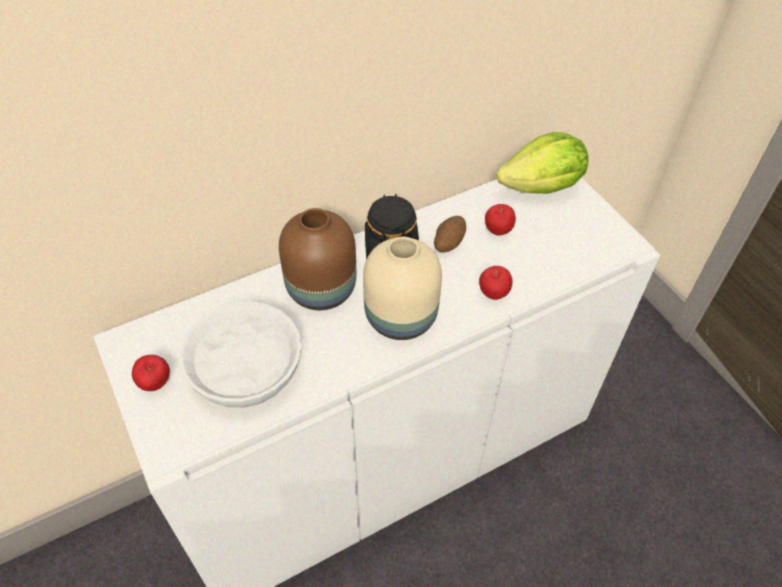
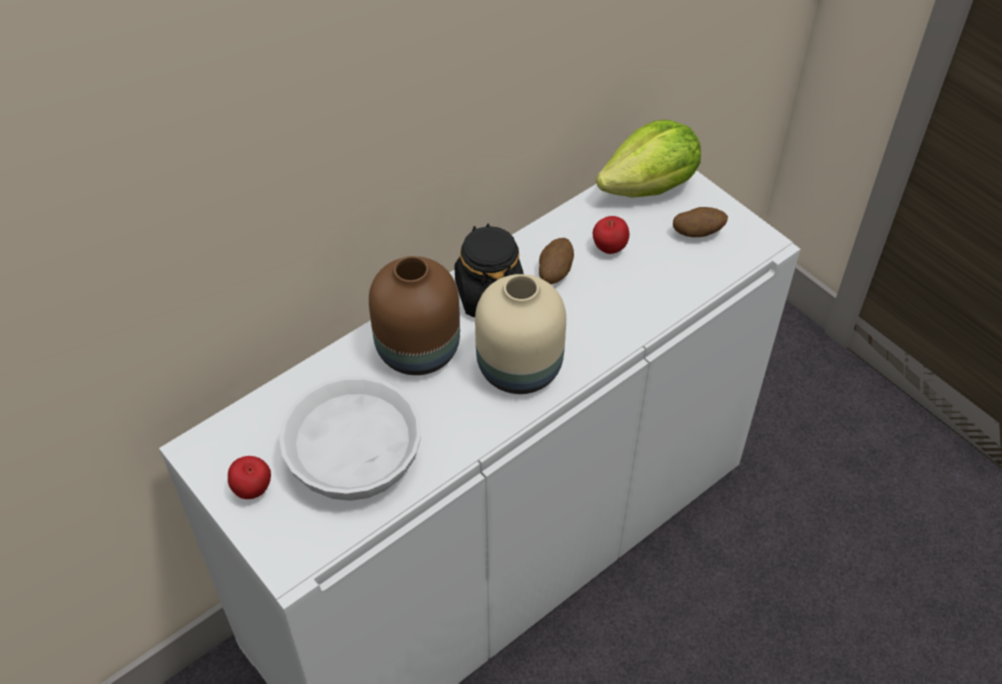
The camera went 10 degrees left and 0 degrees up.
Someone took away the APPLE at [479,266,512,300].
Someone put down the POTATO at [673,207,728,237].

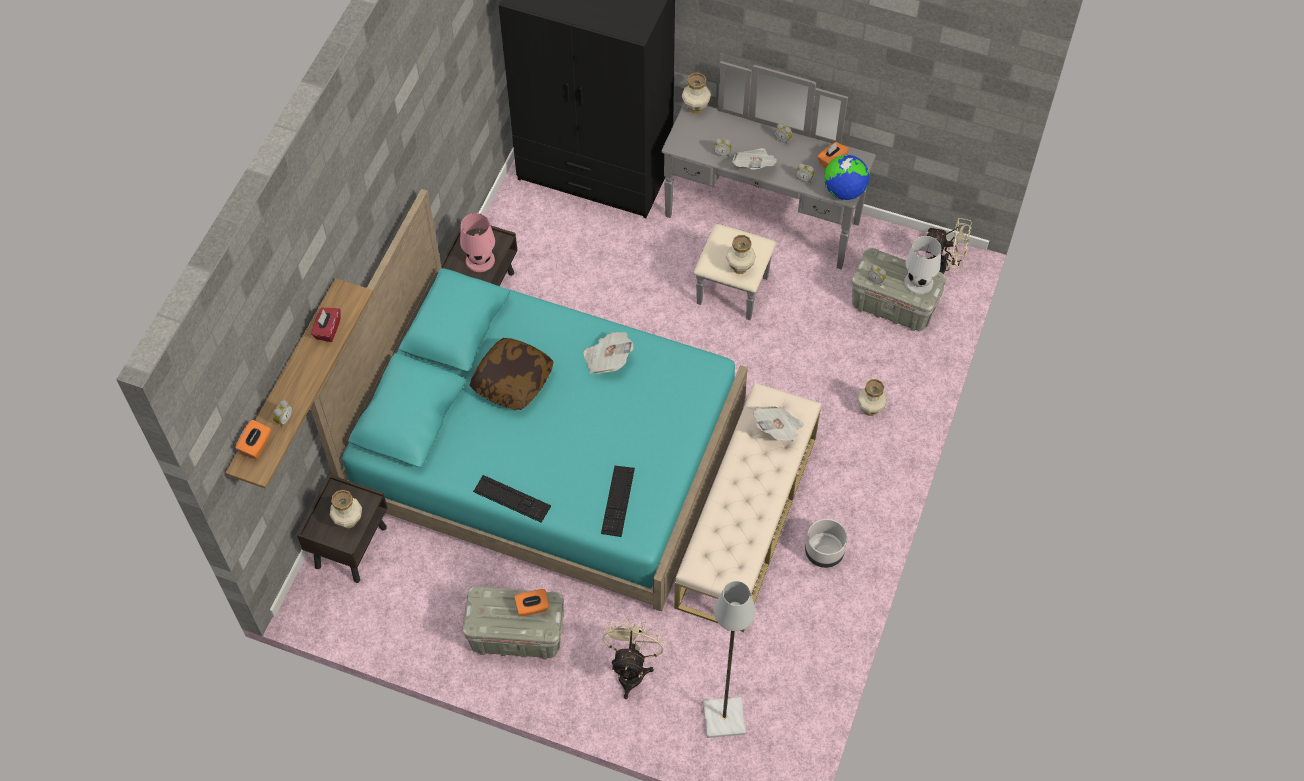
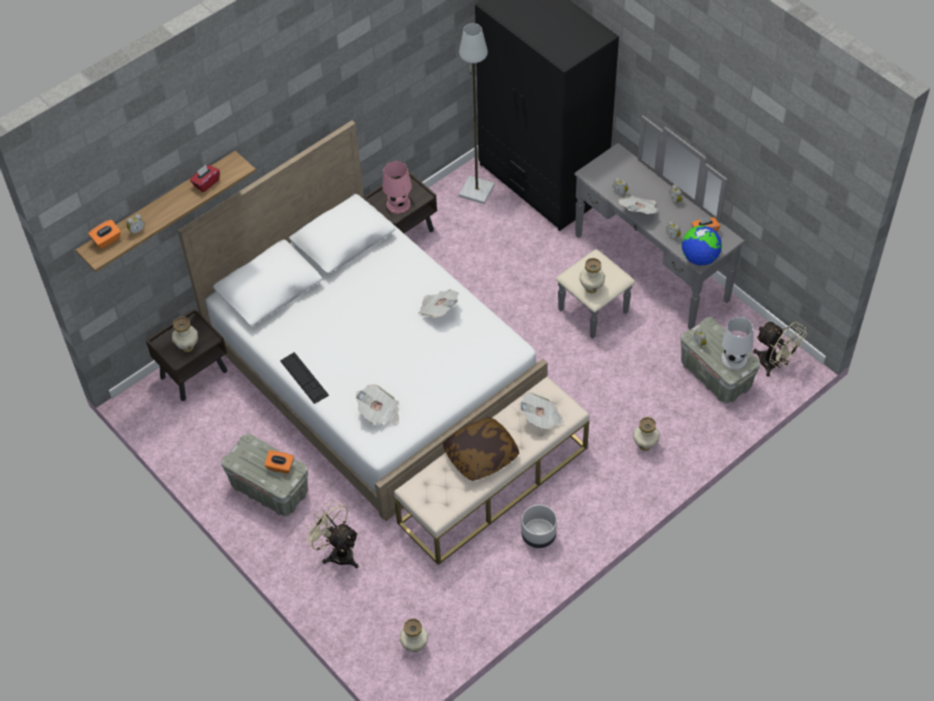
The camera went 30 degrees right and 5 degrees down.
Someone carried the VASE from [682,73,711,114] to [400,618,428,652].
Someone repainted the TURQUOISE BED at [310,189,748,611], which became the WHITE BED at [178,120,548,521].
Someone carried the PILLOW from [470,338,554,410] to [443,417,519,481].
Someone swapped the KEYBOARD at [601,466,635,537] for the NEWSPAPER at [356,384,399,426].
Someone carried the GREY FLOOR LAMP from [703,581,756,738] to [459,23,495,204].
Someone rotated the BEIGE FAN at [603,618,665,699] by 90 degrees counterclockwise.

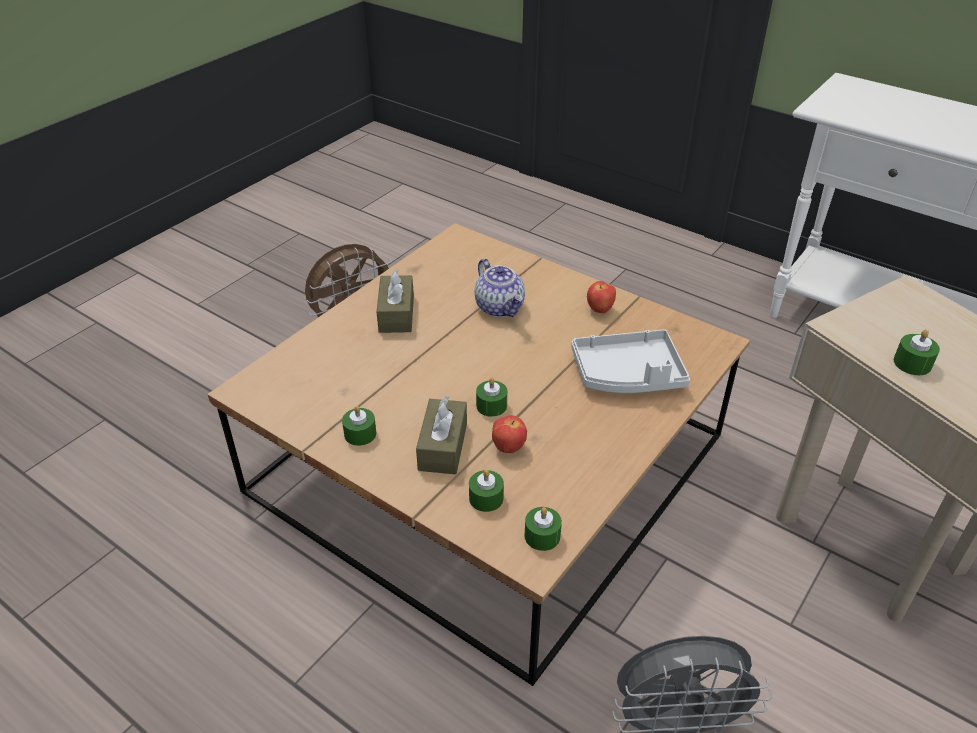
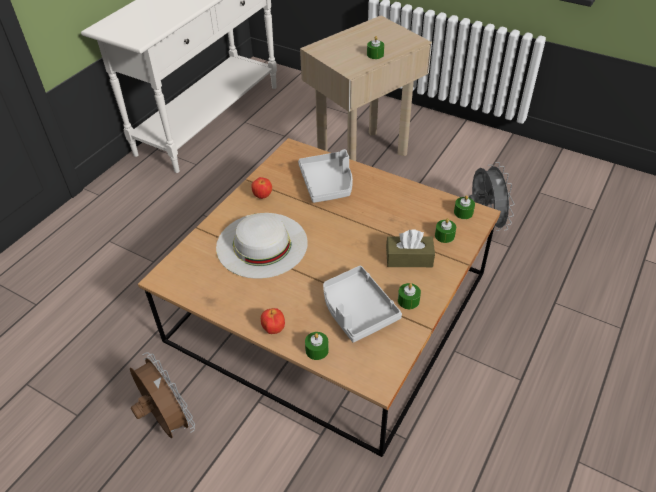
The camera went 95 degrees left and 5 degrees up.
Someone swapped the TEAPOT at [475,259,525,317] for the WHITE HAT at [216,213,308,279].
Someone took away the BROWN TISSUE BOX at [376,268,414,333].
Someone carried the GREEN CANDLE from [476,378,507,417] to [305,332,329,360].
Someone carried the APPLE from [492,416,527,453] to [261,308,285,334].
Someone put down the GREY TRAY at [323,265,402,343].

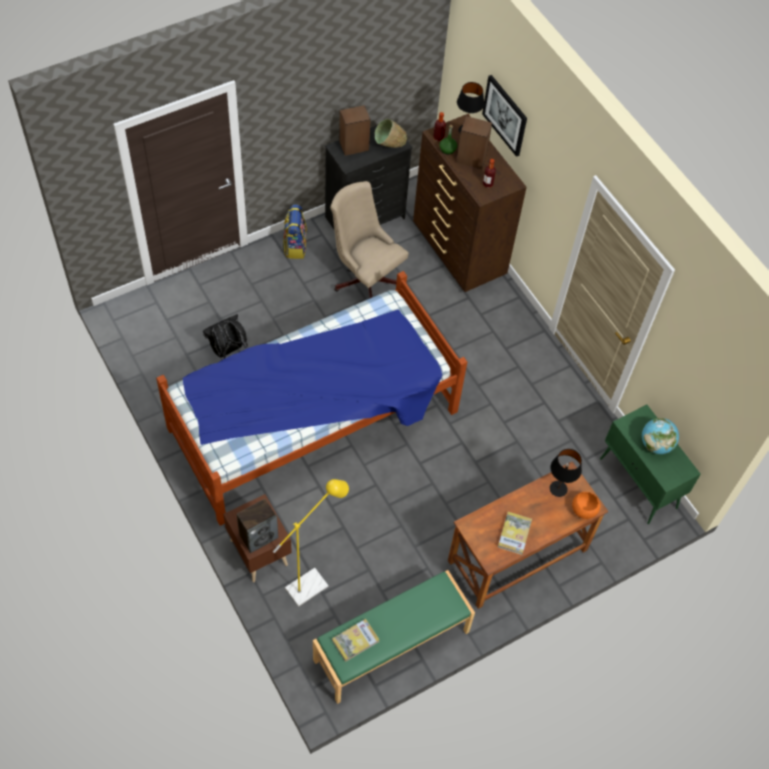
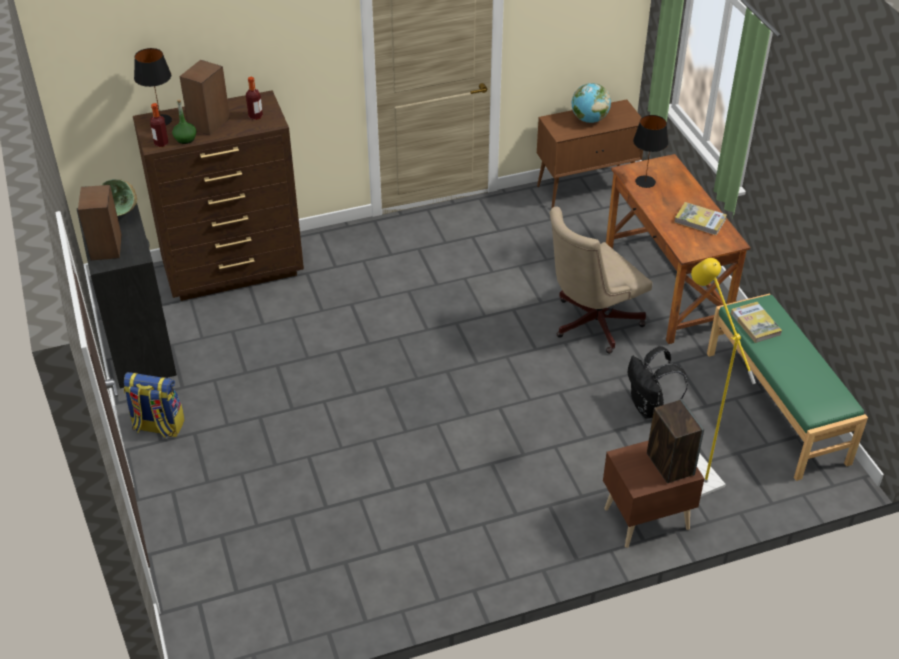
The camera went 75 degrees left and 15 degrees down.
Someone took away the PICTURE at [482,75,527,157].
Someone carried the BEIGE OFFICE CHAIR from [330,181,409,298] to [550,207,652,354].
Someone took away the BED at [156,271,467,526].
Someone carried the BLACK BACKPACK from [203,314,248,359] to [628,346,688,418].
Someone repainted the GREEN CABINET at [600,405,701,524], which became the BROWN CABINET at [537,99,643,208].
Someone took away the ORANGE BOWL at [572,492,600,519].
Someone carried the BOOK from [332,619,379,662] to [731,302,782,343].

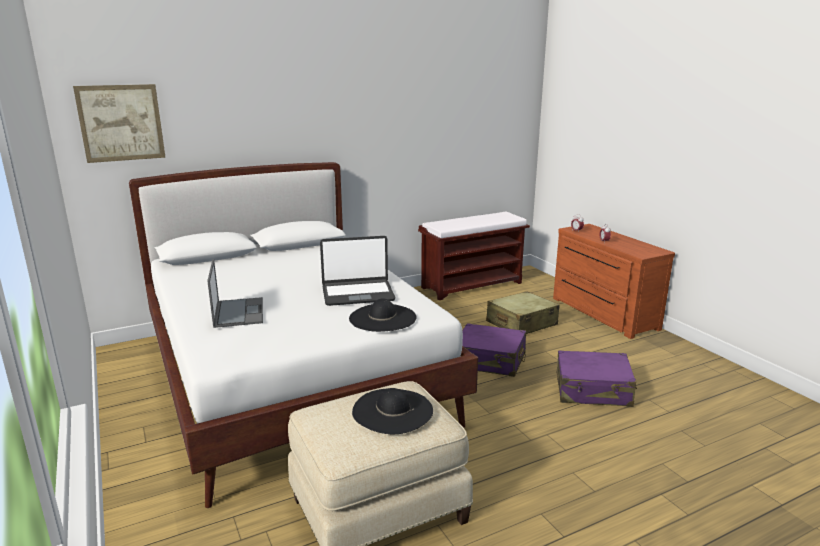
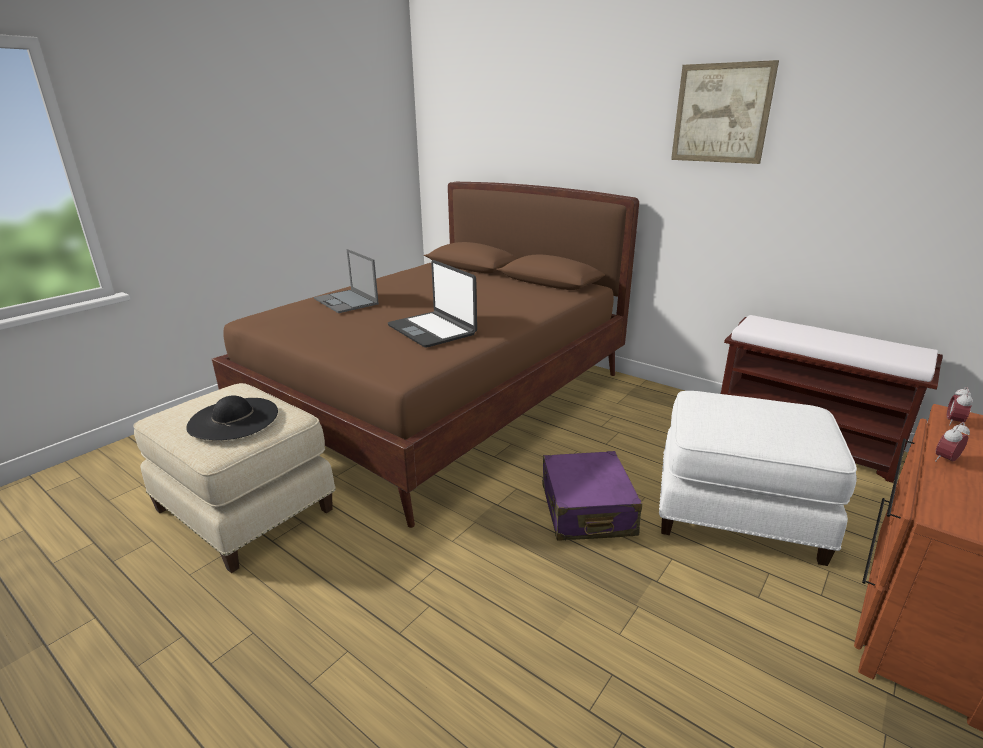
The camera went 65 degrees right and 5 degrees up.
Someone carried the PICTURE from [73,84,166,163] to [671,60,779,164].
Someone repainted the WHITE BED at [129,162,478,508], which became the BROWN BED at [212,182,639,528].
Someone rotated the LAPTOP at [207,259,263,328] by 90 degrees clockwise.
Someone swapped the BEIGE SUITCASE at [486,291,560,334] for the WHITE OTTOMAN at [659,391,857,566].
Someone took away the BLACK HAT at [349,298,417,332].
Someone took away the PURPLE SUITCASE at [557,350,637,407].

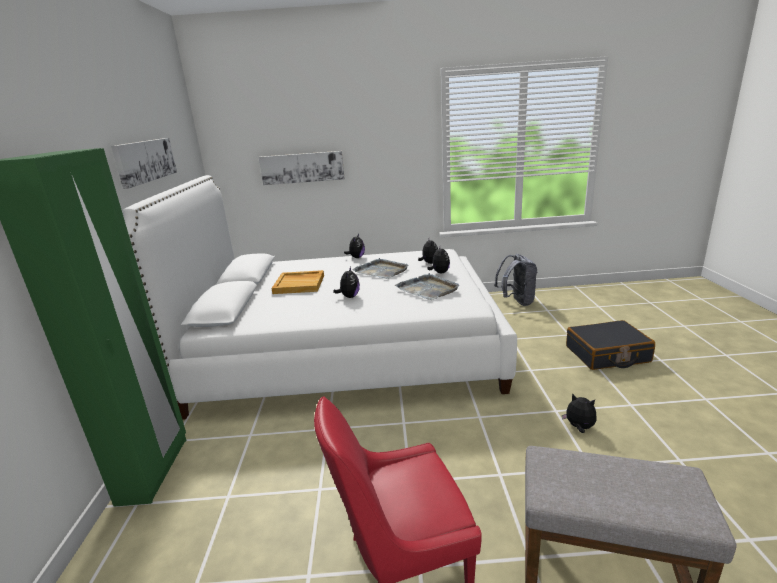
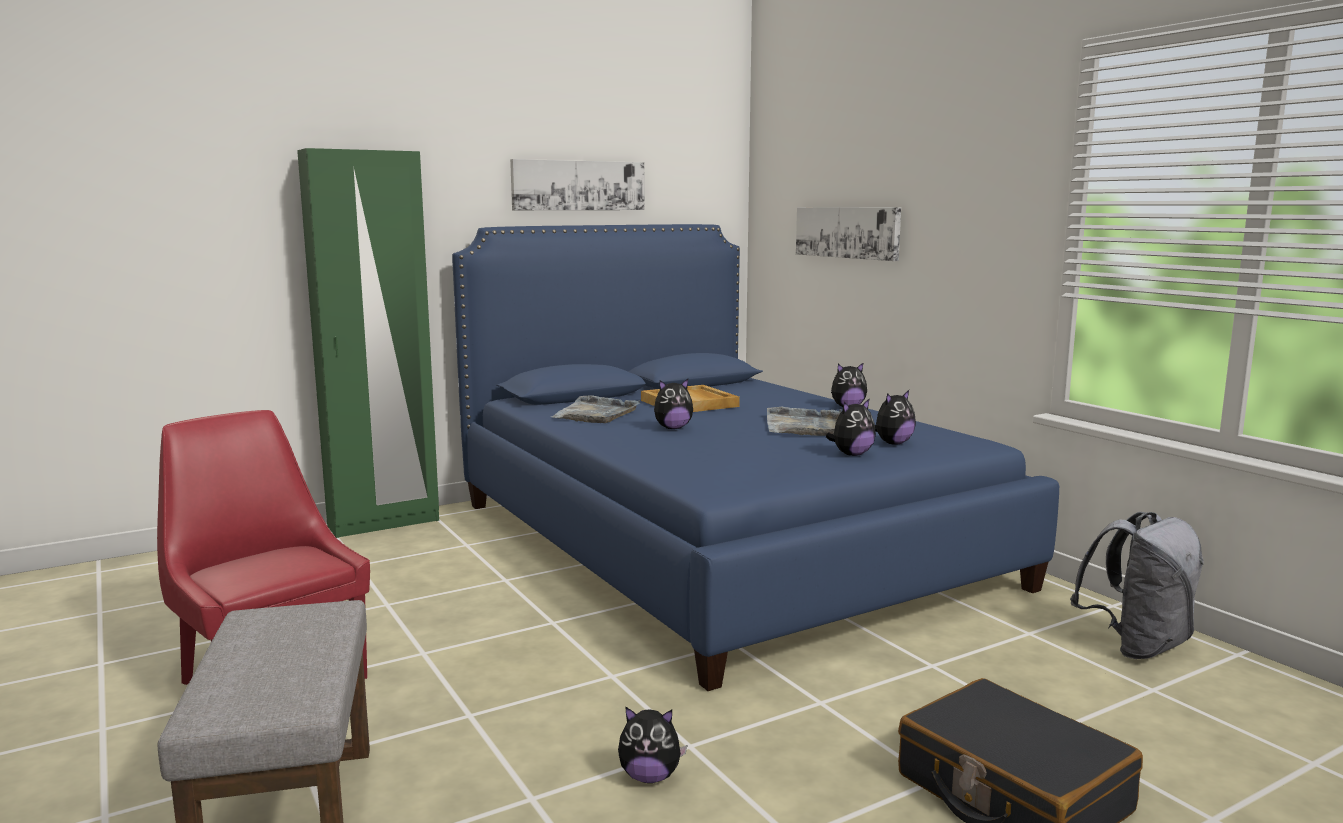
The camera went 60 degrees right and 10 degrees down.
Someone repainted the WHITE BED at [123,175,517,420], which became the BLUE BED at [452,224,1059,691].
Someone carried the GREY TRAY from [395,273,459,300] to [551,395,640,423].
Someone rotated the PLUSH TOY at [562,393,597,433] by 90 degrees clockwise.

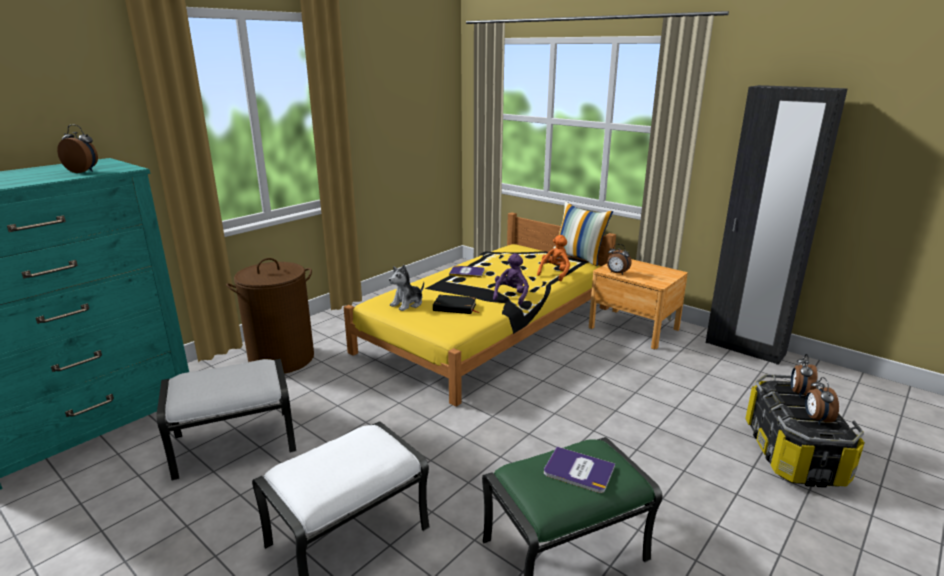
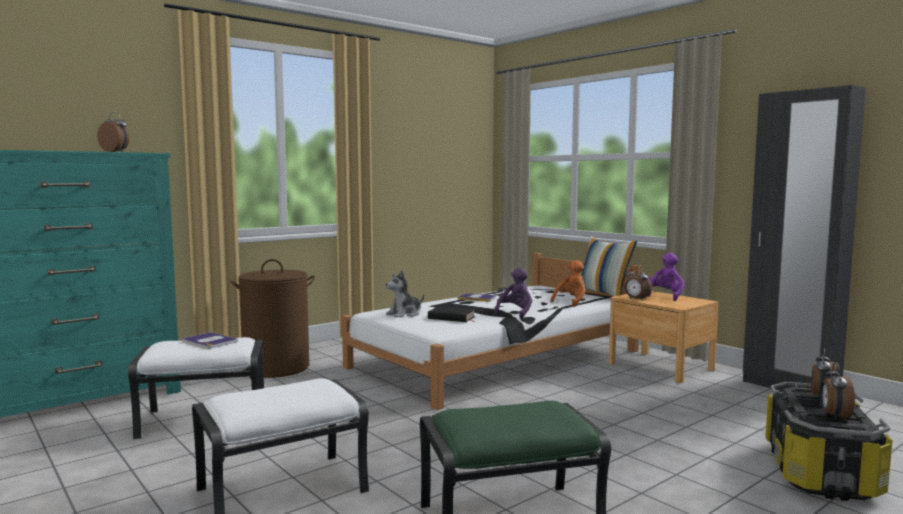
The camera went 10 degrees right and 15 degrees down.
Someone repainted the YELLOW BED at [344,212,616,407], which became the WHITE BED at [342,253,641,410].
Someone carried the BOOK from [544,447,615,493] to [183,332,238,349].
Someone put down the PURPLE PLUSH TOY at [647,253,684,301].

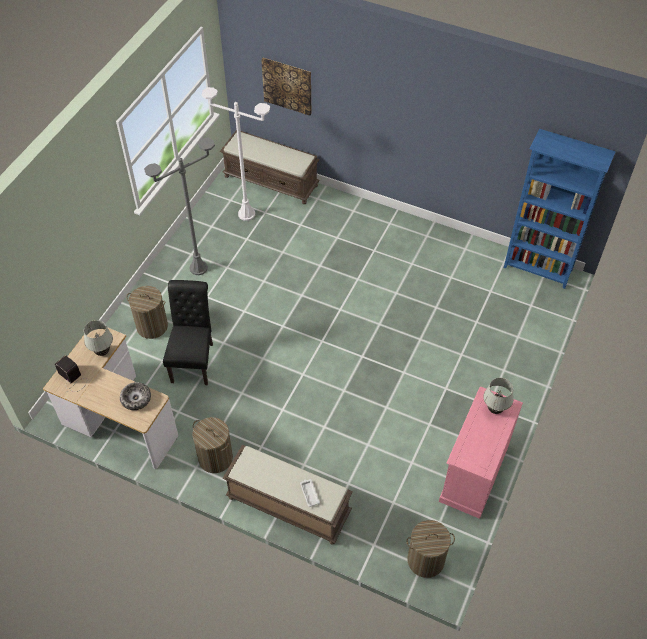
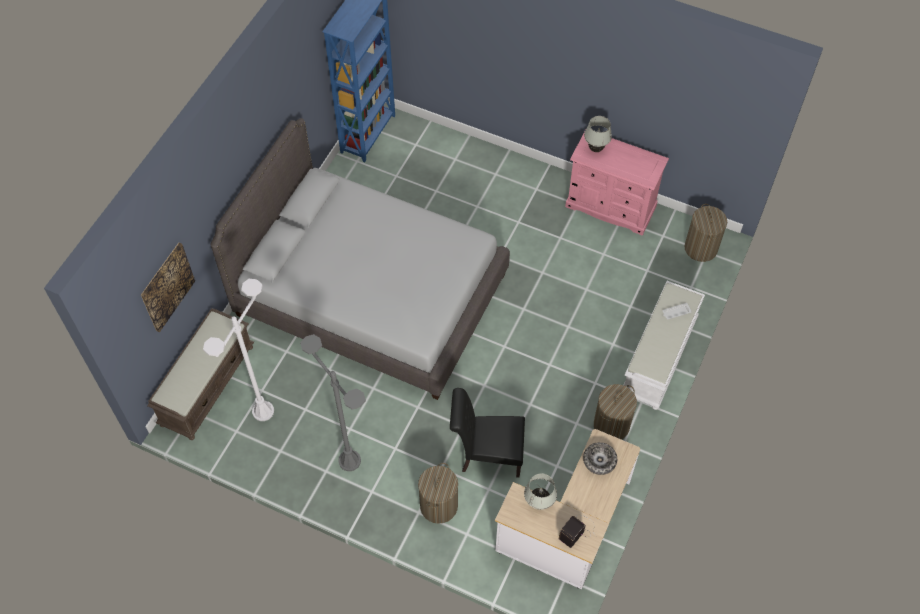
The camera went 90 degrees left and 5 degrees up.
Someone repainted the BROWN BENCH at [222,445,353,545], which became the WHITE BENCH at [624,281,705,410].
Someone put down the GREY BED at [211,118,510,400].

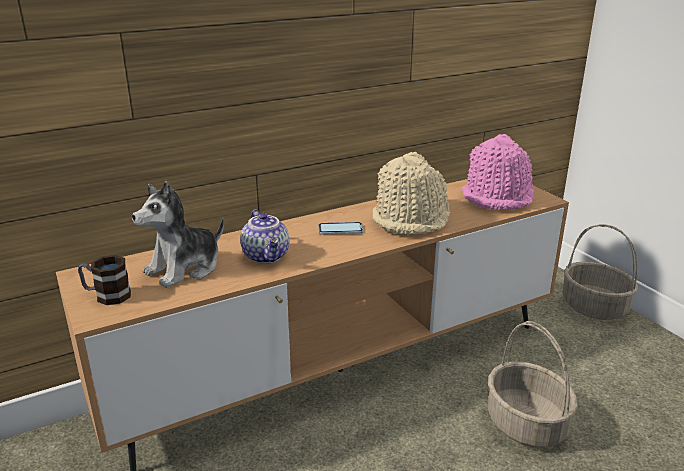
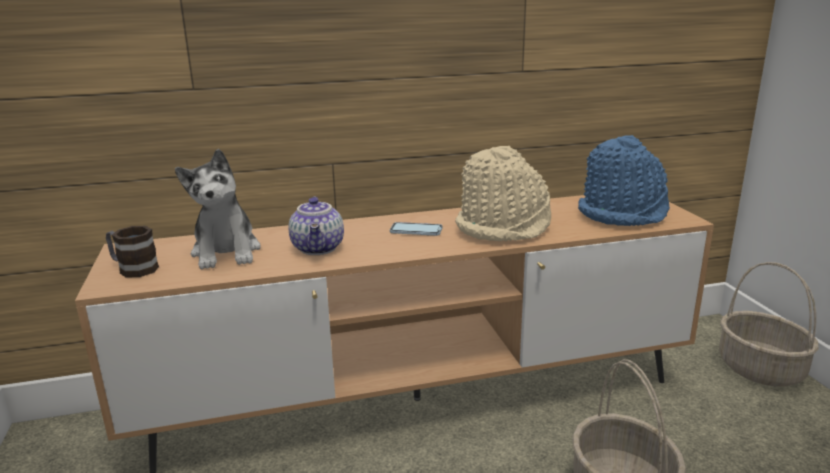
The camera went 15 degrees right and 5 degrees down.
Someone repainted the PINK HAT at [462,134,534,210], which became the BLUE HAT at [578,135,670,226].
Someone rotated the PLUSH TOY at [132,181,224,288] by 75 degrees counterclockwise.

